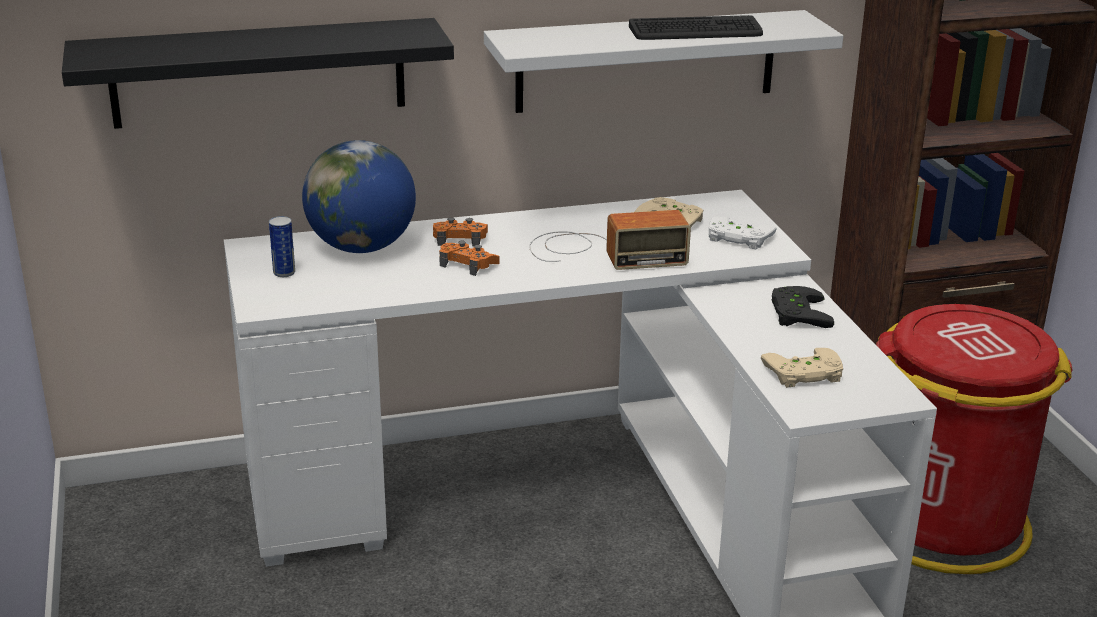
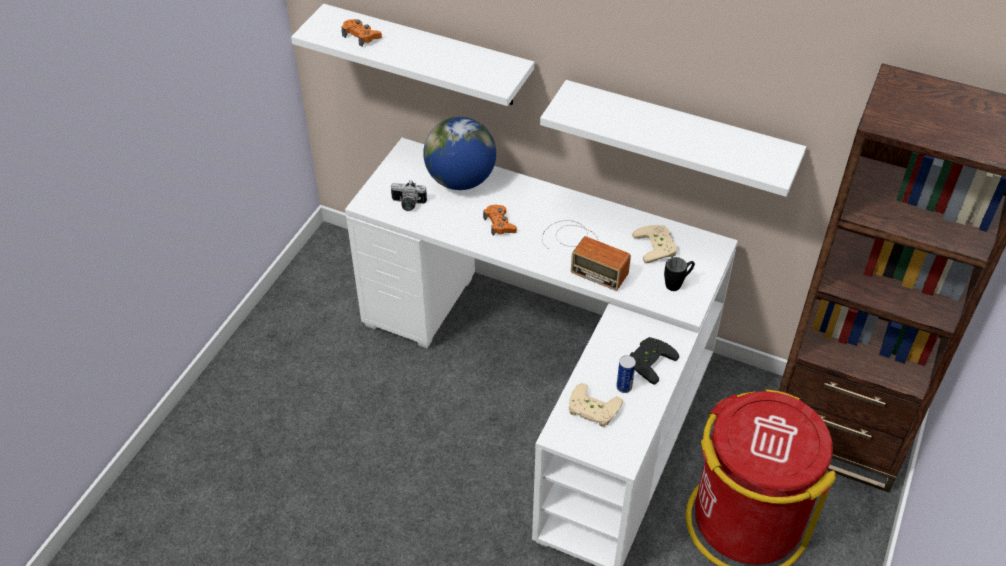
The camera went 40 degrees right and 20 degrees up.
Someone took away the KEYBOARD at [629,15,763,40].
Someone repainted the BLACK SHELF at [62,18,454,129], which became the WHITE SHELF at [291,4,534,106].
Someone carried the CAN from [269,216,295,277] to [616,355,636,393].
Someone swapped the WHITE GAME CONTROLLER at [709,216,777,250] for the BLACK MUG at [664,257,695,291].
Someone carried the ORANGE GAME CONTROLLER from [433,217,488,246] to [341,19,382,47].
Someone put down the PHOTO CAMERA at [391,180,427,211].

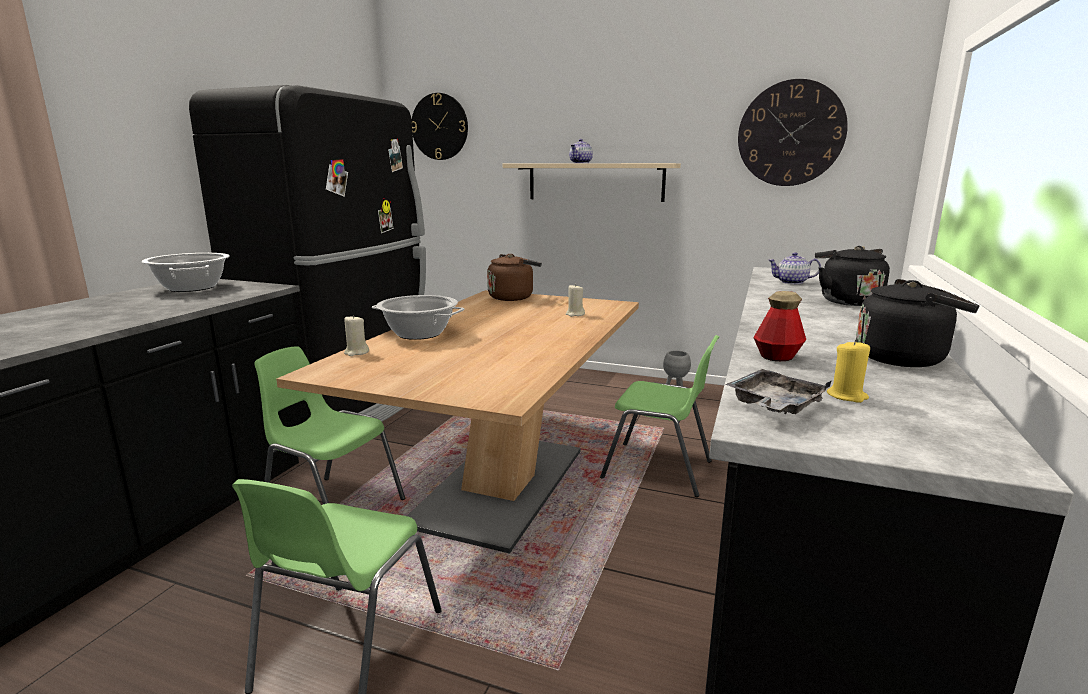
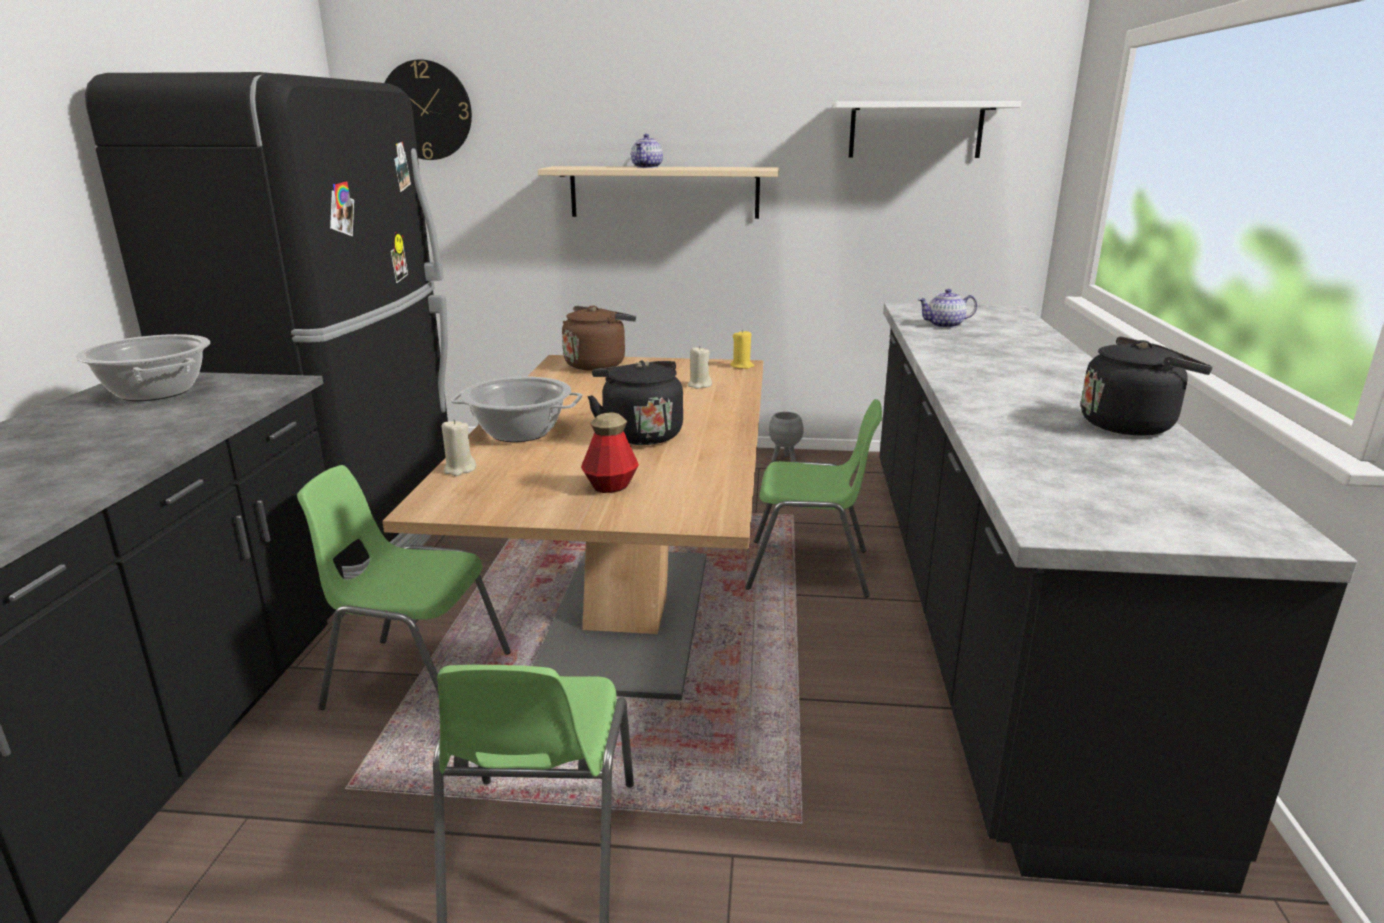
The camera went 15 degrees left and 5 degrees up.
Someone swapped the WALL CLOCK at [738,79,848,186] for the WHITE SHELF at [832,101,1021,158].
Someone carried the BLACK KETTLE from [815,246,890,306] to [587,361,683,445].
Someone carried the BOTTLE from [753,291,806,361] to [581,413,639,493].
Someone carried the YELLOW CANDLE from [827,340,870,403] to [730,329,754,369].
Someone took away the GREY TRAY at [725,369,832,414].

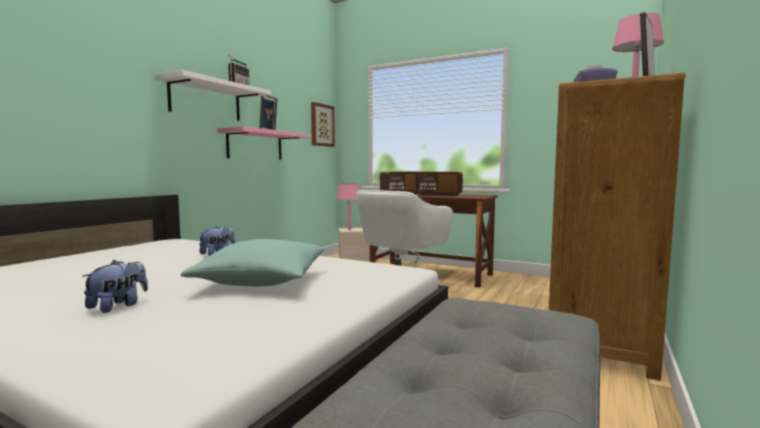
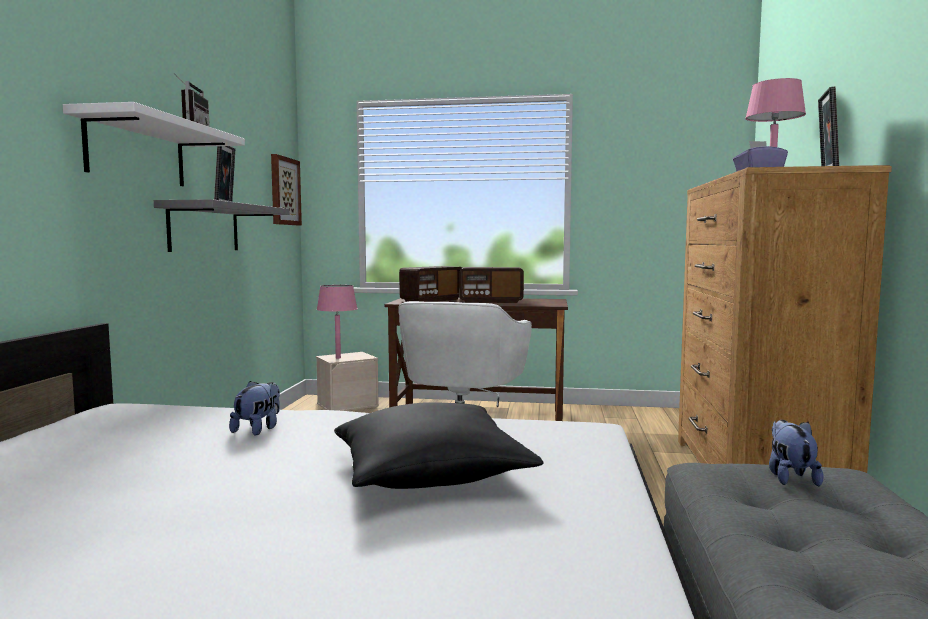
The camera went 20 degrees left and 0 degrees up.
Someone repainted the PINK SHELF at [217,126,310,160], which became the GREY SHELF at [154,199,289,252].
Someone repainted the TURQUOISE PILLOW at [181,239,325,286], which became the BLACK PILLOW at [334,402,543,489].
Someone carried the PLUSH TOY from [82,260,148,313] to [769,420,823,486].

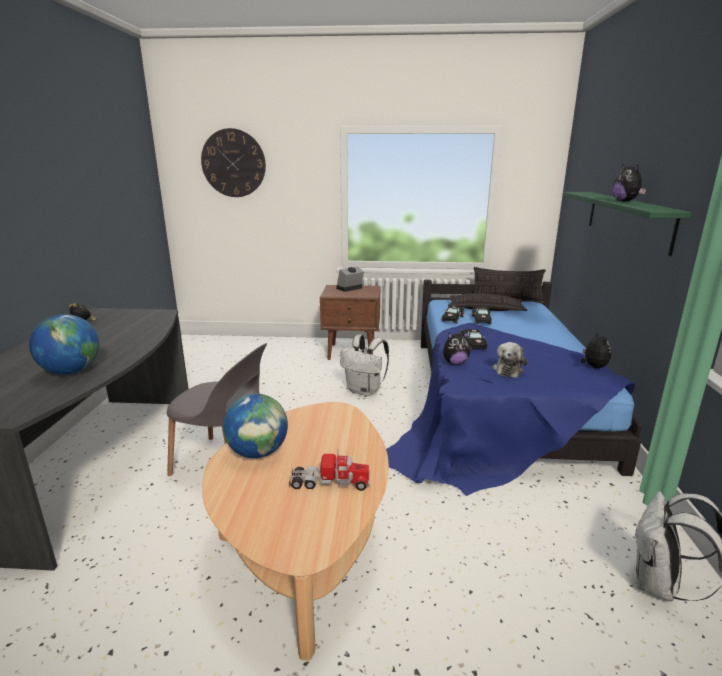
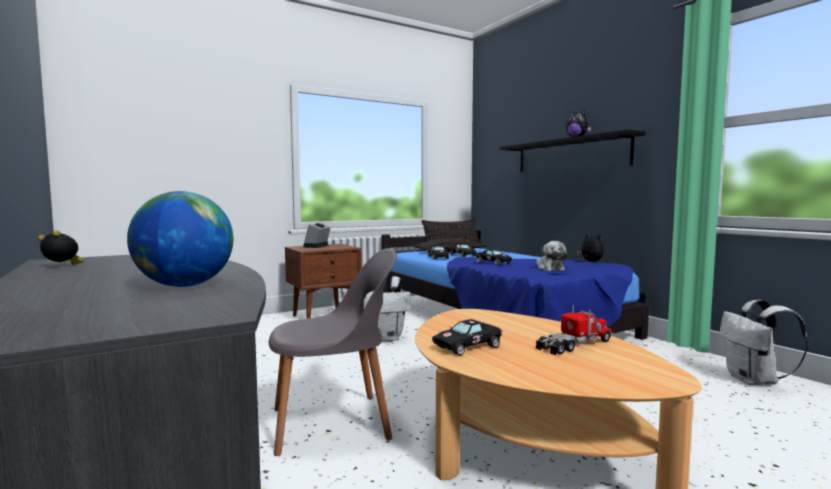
The camera went 35 degrees left and 15 degrees down.
Someone took away the WALL CLOCK at [201,128,266,197].
Someone repainted the GREEN SHELF at [564,192,691,256], which became the BLACK SHELF at [499,129,645,172].
Someone took away the PLUSH TOY at [443,332,470,365].
Someone swapped the GLOBE at [223,394,288,458] for the BLACK TOY CAR at [432,319,502,355].

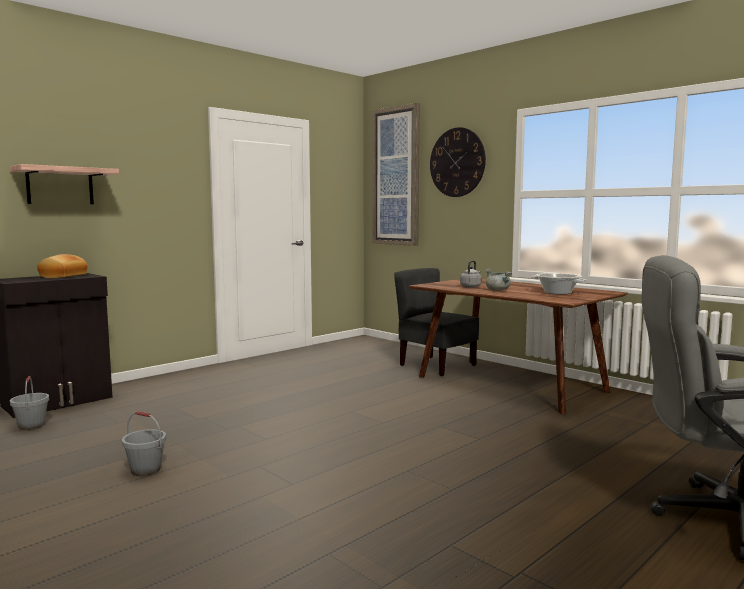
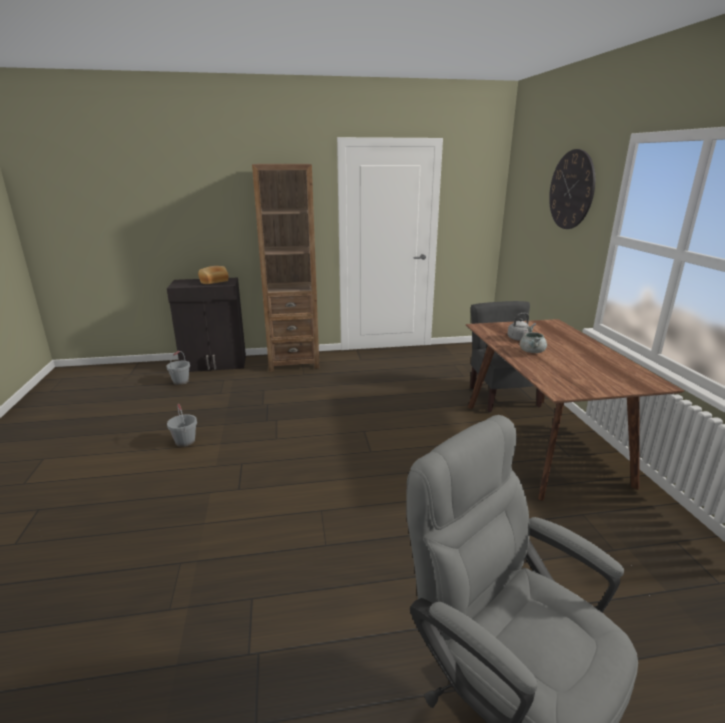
The camera went 35 degrees right and 15 degrees up.
Someone took away the PICTURE at [372,103,420,246].
Someone took away the SHELF at [10,164,119,204].
Someone took away the COOKING POT at [531,273,587,295].
Someone put down the BROWN BOOKCASE at [252,164,319,372].

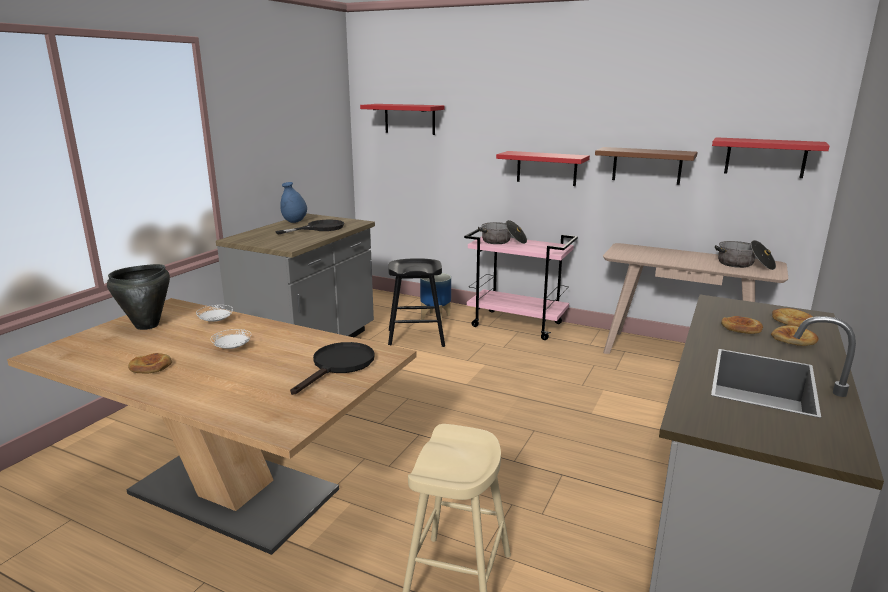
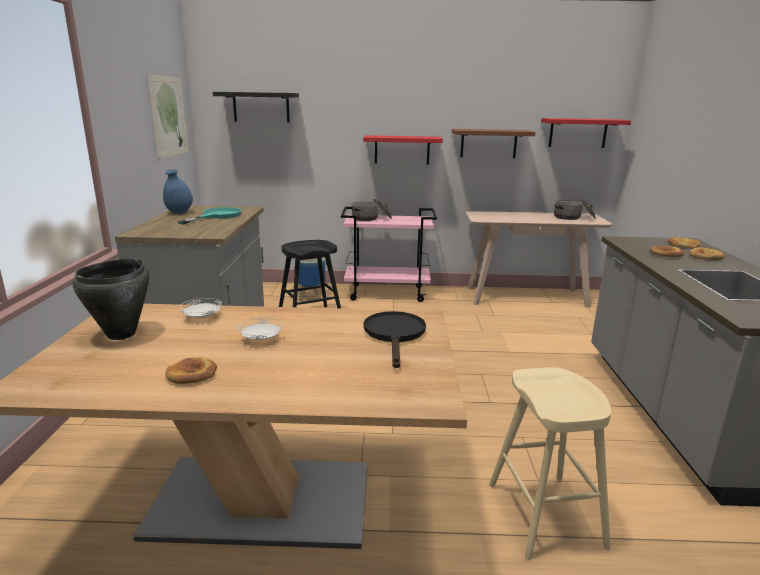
The camera went 25 degrees left and 0 degrees up.
Someone repainted the RED SHELF at [360,104,445,135], which became the BLACK SHELF at [213,92,299,122].
Someone repainted the BLACK FRYING PAN at [275,220,344,234], which became the TURQUOISE FRYING PAN at [178,207,242,225].
Someone put up the PICTURE at [148,75,188,159].

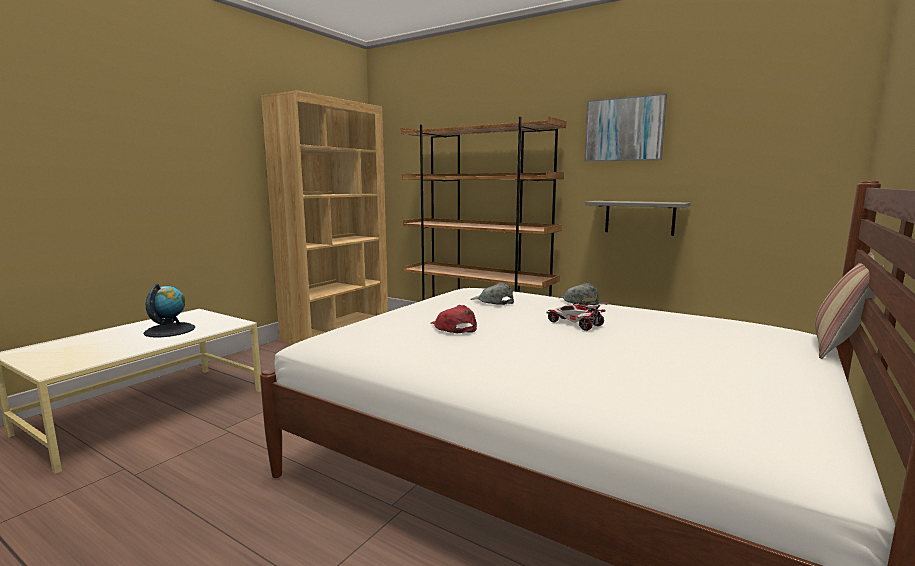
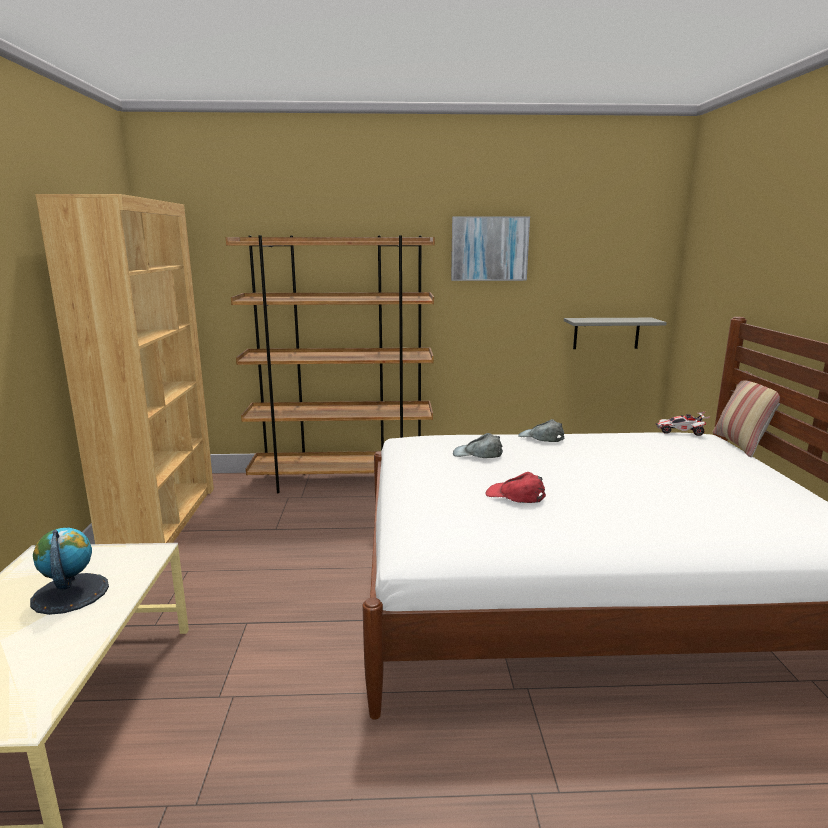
The camera went 35 degrees left and 5 degrees up.
Someone carried the GREY SHELF from [585,201,691,236] to [564,318,667,349].
Someone carried the TOY CAR from [546,301,609,331] to [656,412,710,436].

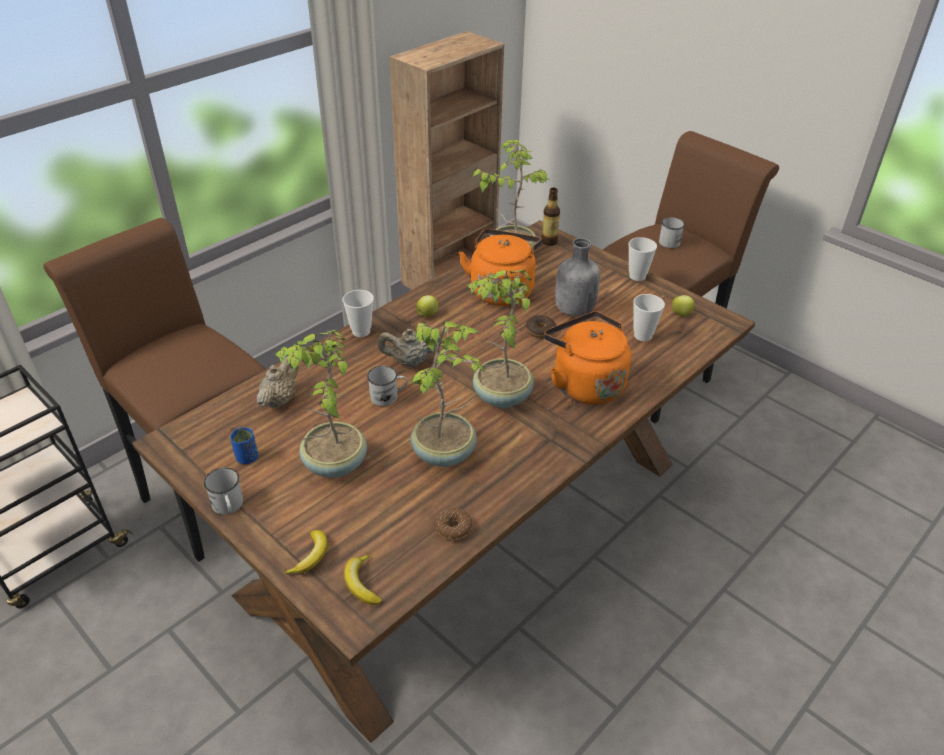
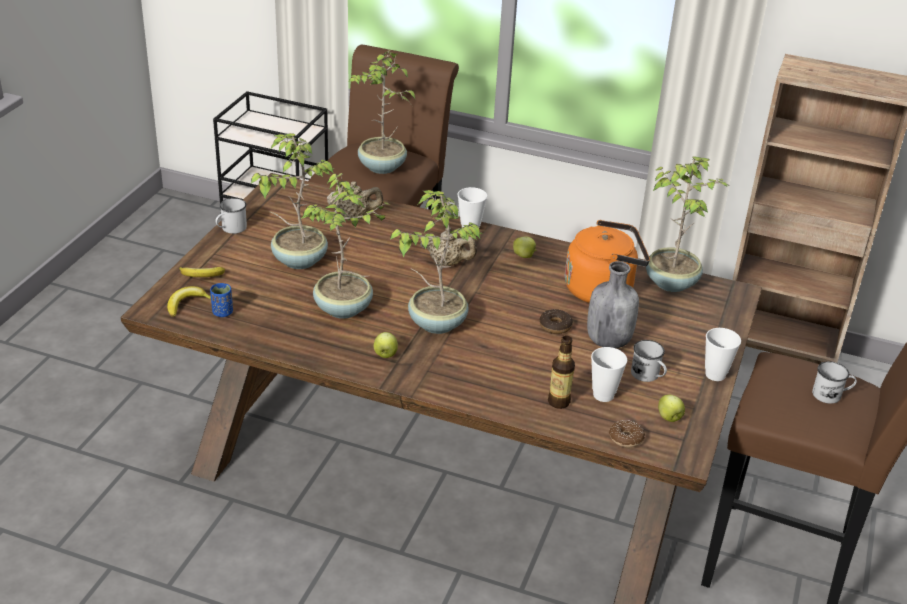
The camera went 65 degrees right and 5 degrees down.
Someone carried the BOTTLE from [541,188,560,246] to [548,336,575,409].
Someone took away the ORANGE KETTLE at [544,311,631,405].
Someone rotated the BEIGE TEAPOT at [377,329,438,367] by 135 degrees clockwise.
Someone carried the WHITE MUG from [367,366,407,406] to [631,340,667,382].
Someone carried the BLUE CUP from [230,427,258,464] to [210,283,233,317].
Someone carried the DONUT from [435,508,472,540] to [609,420,645,448].
Someone put down the POTTED PLANT at [348,50,416,174].
Someone put down the APPLE at [374,332,398,358].

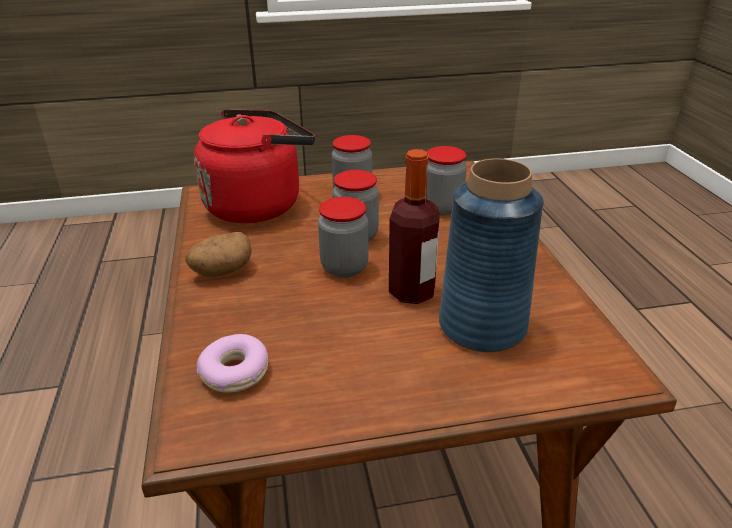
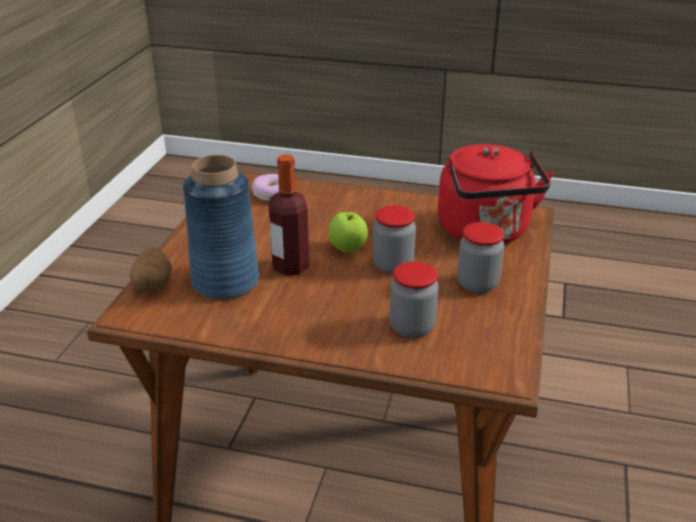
The camera went 115 degrees right and 0 degrees up.
Someone swapped the JAR at [318,197,369,278] for the APPLE at [328,212,368,253].
Someone carried the POTATO from [185,232,252,277] to [129,248,172,292].

